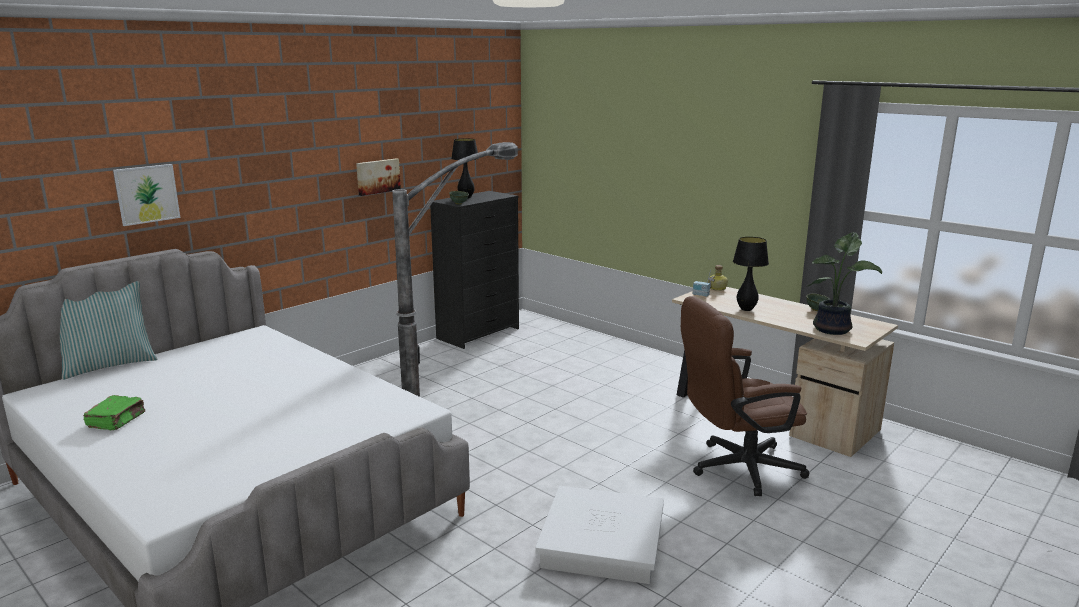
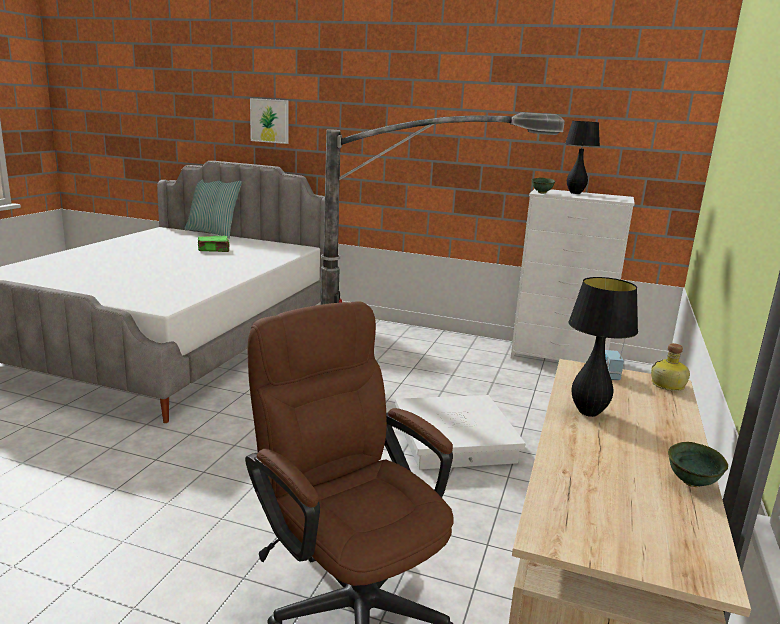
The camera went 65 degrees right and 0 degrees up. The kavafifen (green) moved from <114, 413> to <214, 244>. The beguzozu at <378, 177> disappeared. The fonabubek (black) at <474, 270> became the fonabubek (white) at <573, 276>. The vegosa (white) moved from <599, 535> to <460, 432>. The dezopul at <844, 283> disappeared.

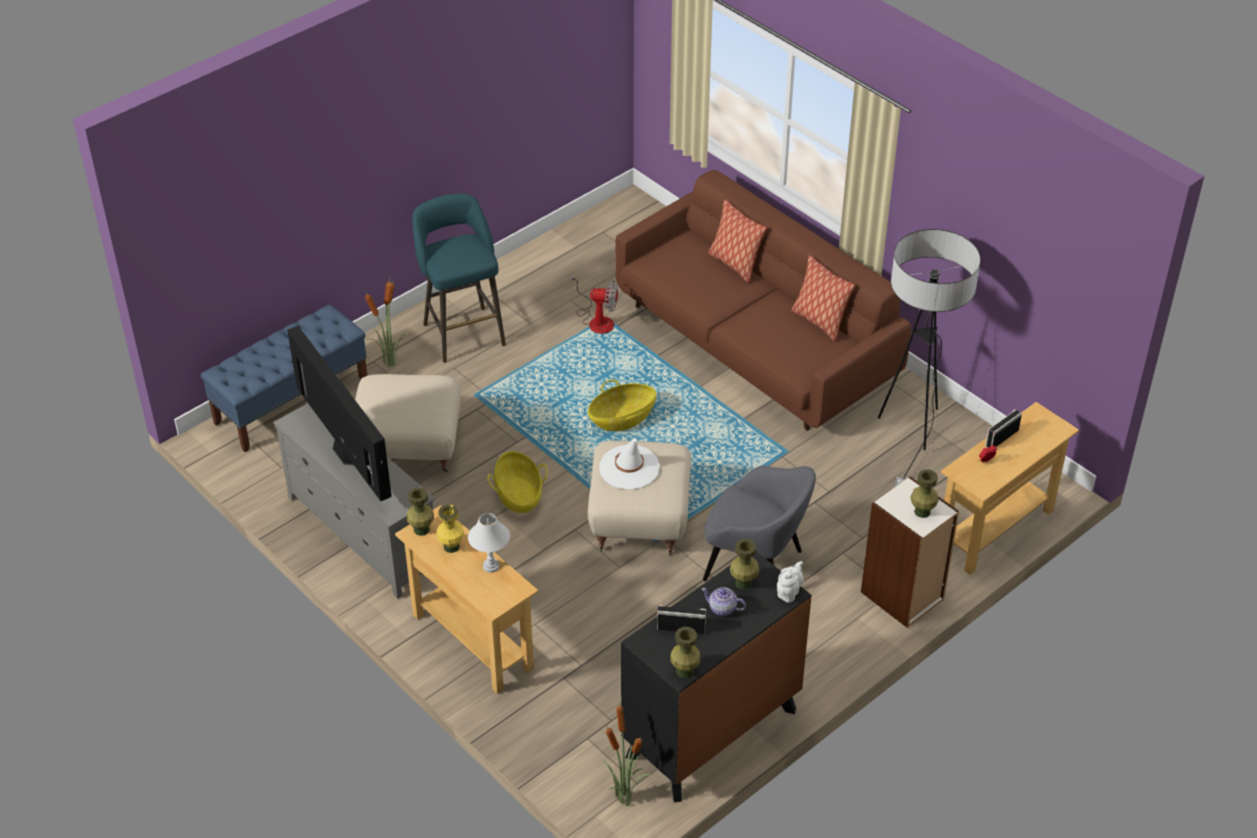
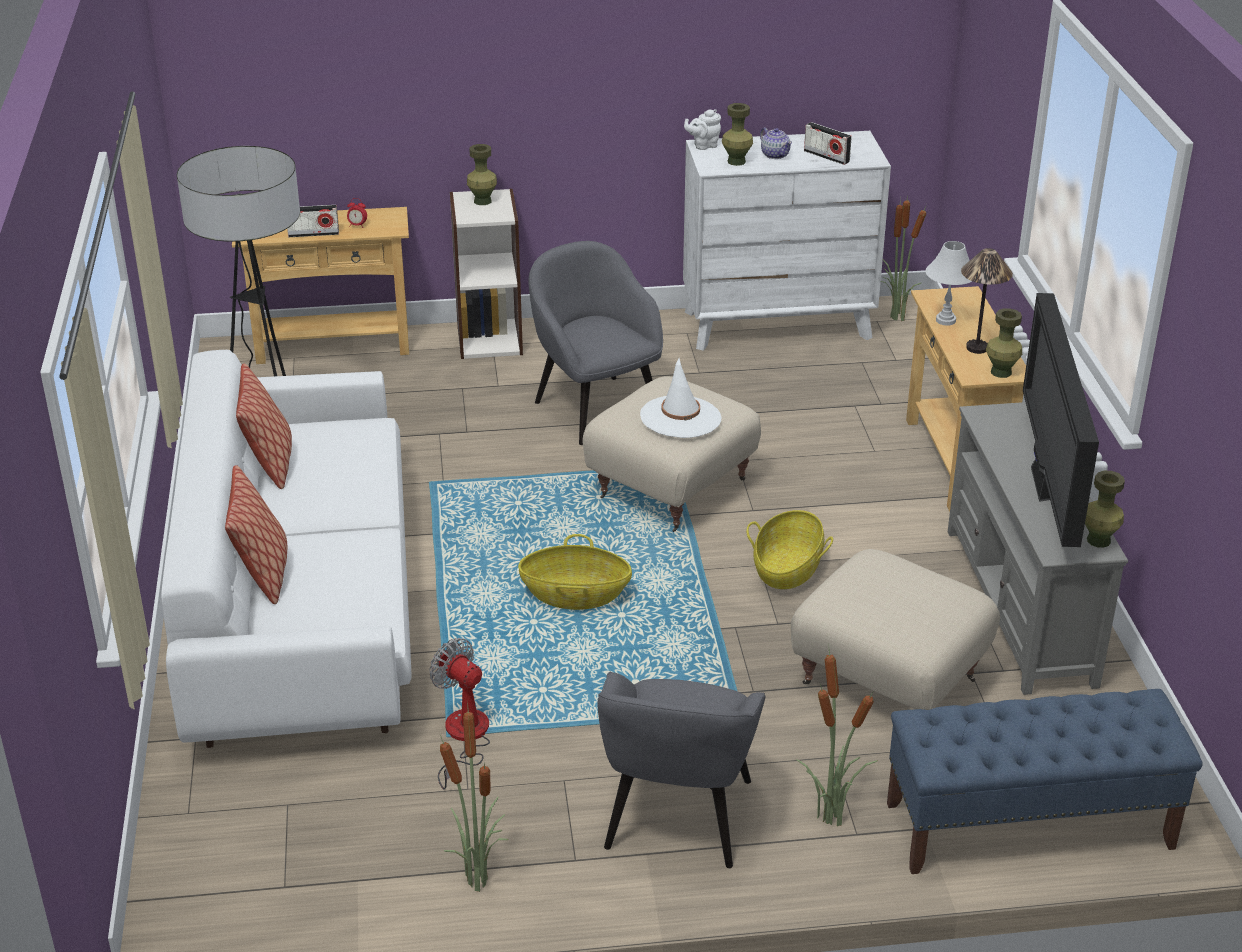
The camera went 145 degrees left and 10 degrees down. The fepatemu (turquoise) at <459, 278> was replaced by the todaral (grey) at <681, 770>. The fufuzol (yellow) at <450, 528> was replaced by the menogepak at <987, 301>. The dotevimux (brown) at <763, 300> became the dotevimux (white) at <286, 549>. The fonabubek (black) at <716, 677> became the fonabubek (white) at <787, 241>. The fufuzol (green) moved from <685, 652> to <1105, 509>. The dezopul at <474, 796> appeared.

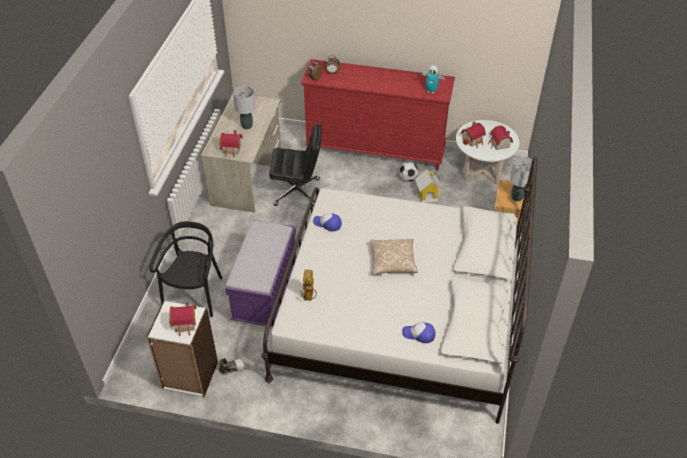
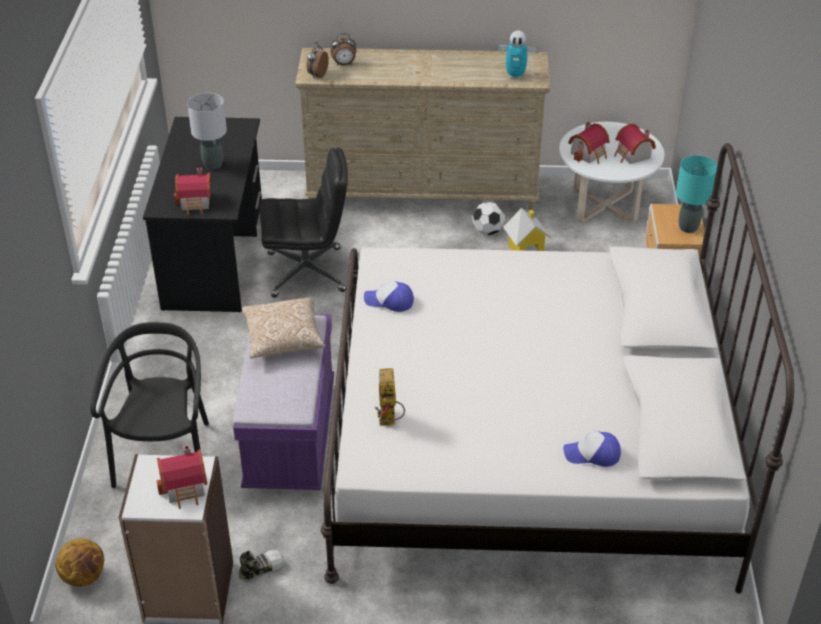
The camera went 10 degrees left and 5 degrees down. The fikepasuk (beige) at <241, 153> became the fikepasuk (black) at <202, 214>. The fonabubek (red) at <378, 115> became the fonabubek (beige) at <422, 130>. The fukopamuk moved from <394, 256> to <283, 328>. The menogepak (grey) at <521, 179> became the menogepak (turquoise) at <696, 194>. The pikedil at <80, 563> appeared.

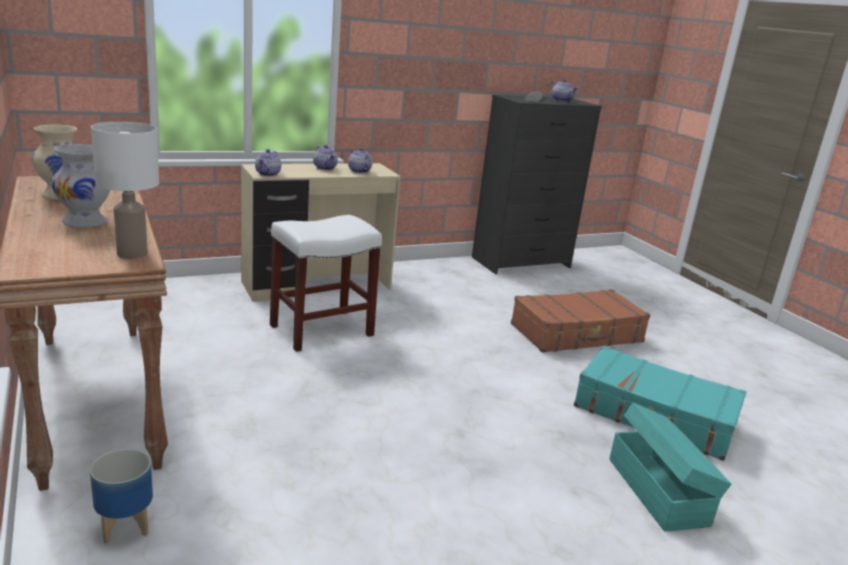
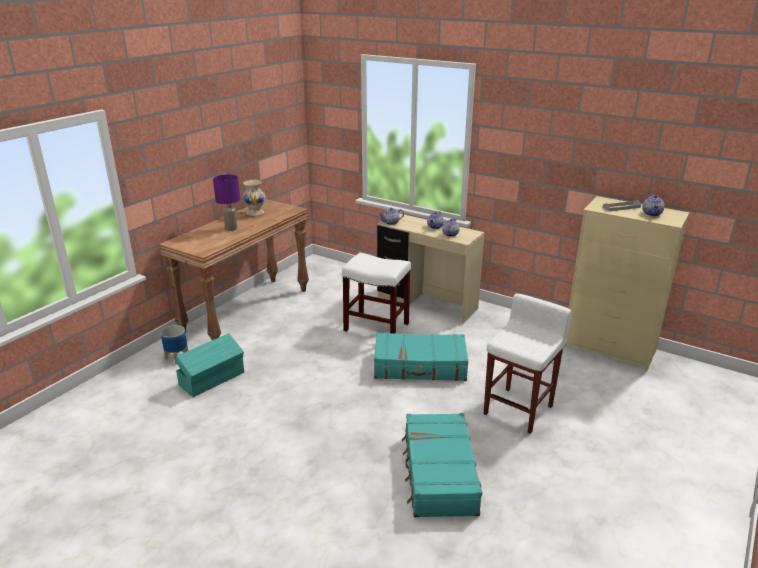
The camera went 60 degrees right and 5 degrees up. The fufuzol (white) at <81, 186> was replaced by the menogepak (purple) at <226, 202>. The menogepak (white) at <125, 190> disappeared. The fonabubek (black) at <537, 184> became the fonabubek (beige) at <627, 284>. The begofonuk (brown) at <580, 321> was replaced by the fepatemu (white) at <528, 364>. The vegosa (turquoise) moved from <670, 467> to <210, 365>. The begofonuk (turquoise) at <421, 356> appeared.

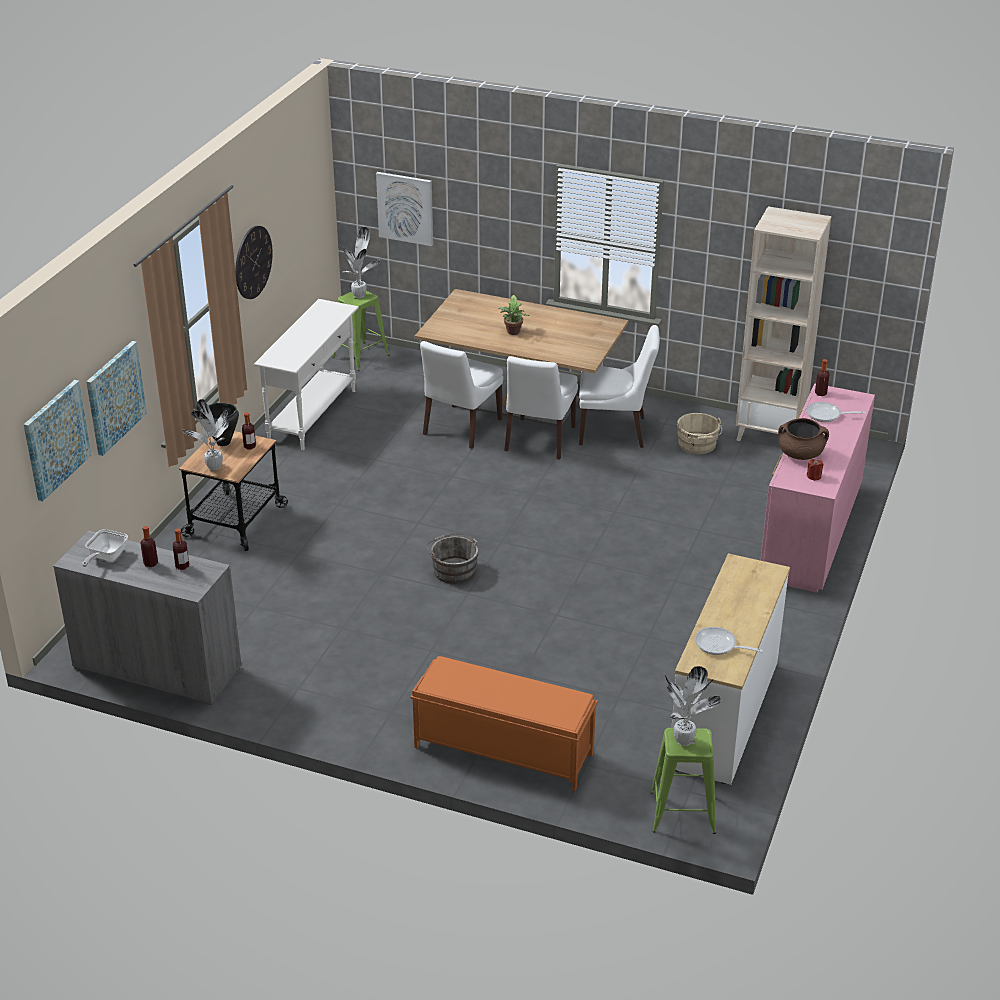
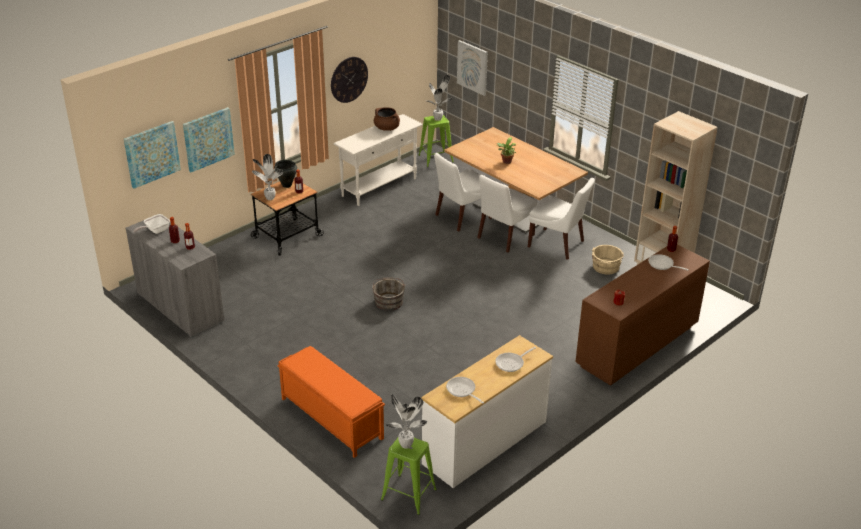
The camera went 25 degrees right and 0 degrees up. The fonabubek (pink) at <817, 488> became the fonabubek (brown) at <642, 315>. The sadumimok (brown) moved from <803, 439> to <387, 119>. The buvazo at <515, 359> appeared.

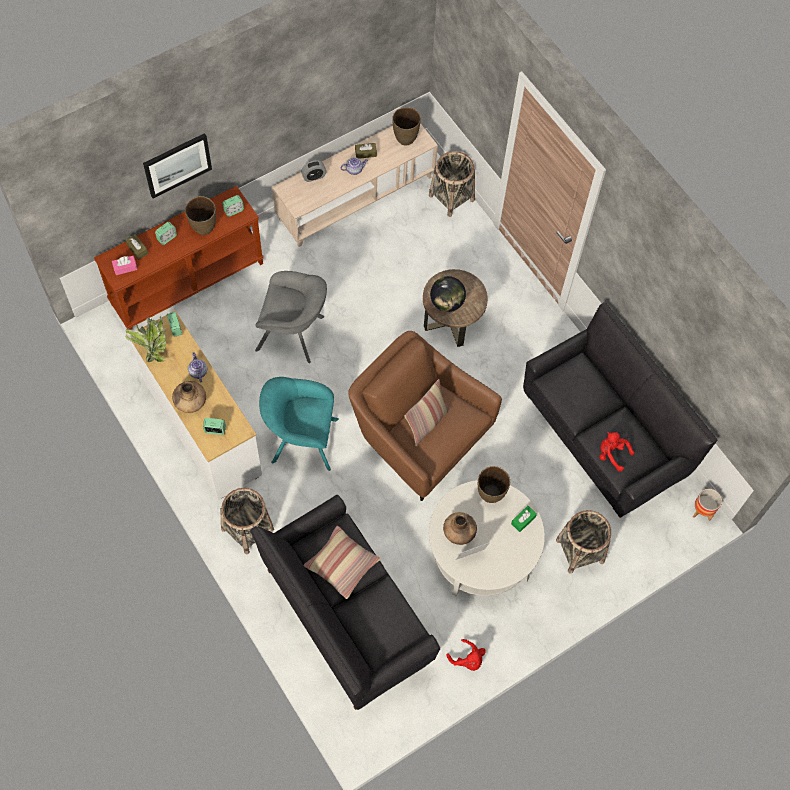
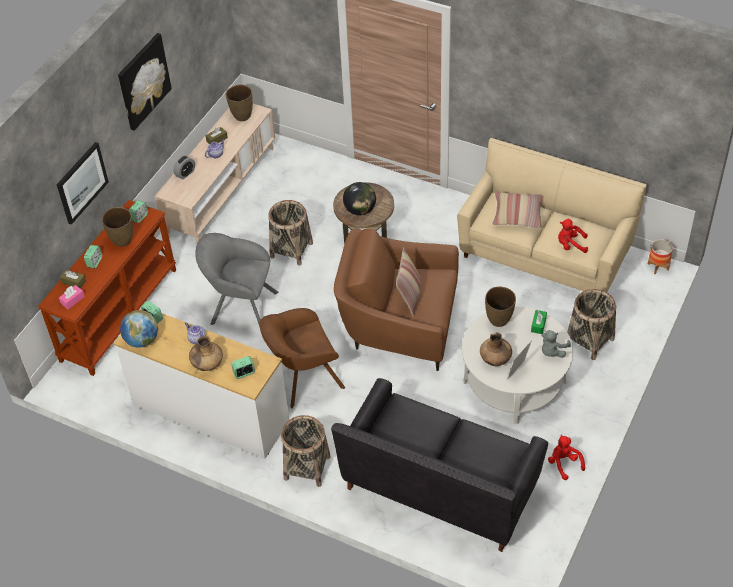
The camera went 25 degrees left and 15 degrees down. The dezopul at <145, 339> was replaced by the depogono at <139, 329>. The todaral (grey) at <291, 317> turned 150 degrees counterclockwise. The todaral (turquoise) at <299, 424> became the todaral (brown) at <302, 358>. The fukopamuk moved from <342, 562> to <518, 209>. The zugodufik moved from <452, 184> to <290, 233>. The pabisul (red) at <466, 655> turned 135 degrees counterclockwise. The dotevimux (black) at <620, 410> became the dotevimux (beige) at <552, 215>. The beguzozu at <145, 82> appeared. The pabisul (grey) at <556, 344> appeared.

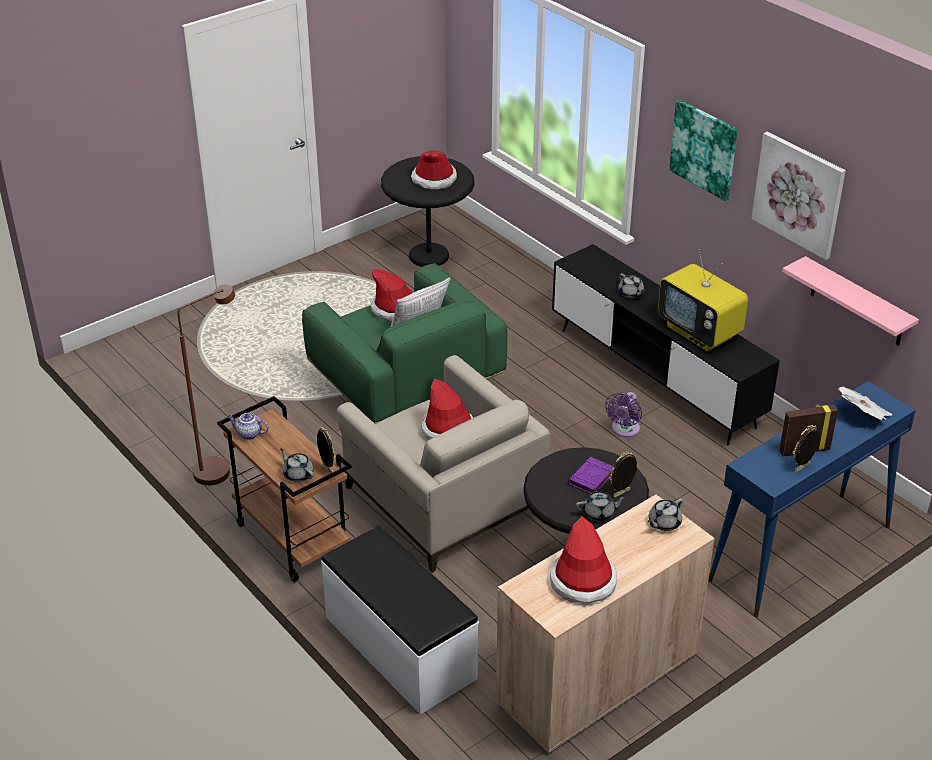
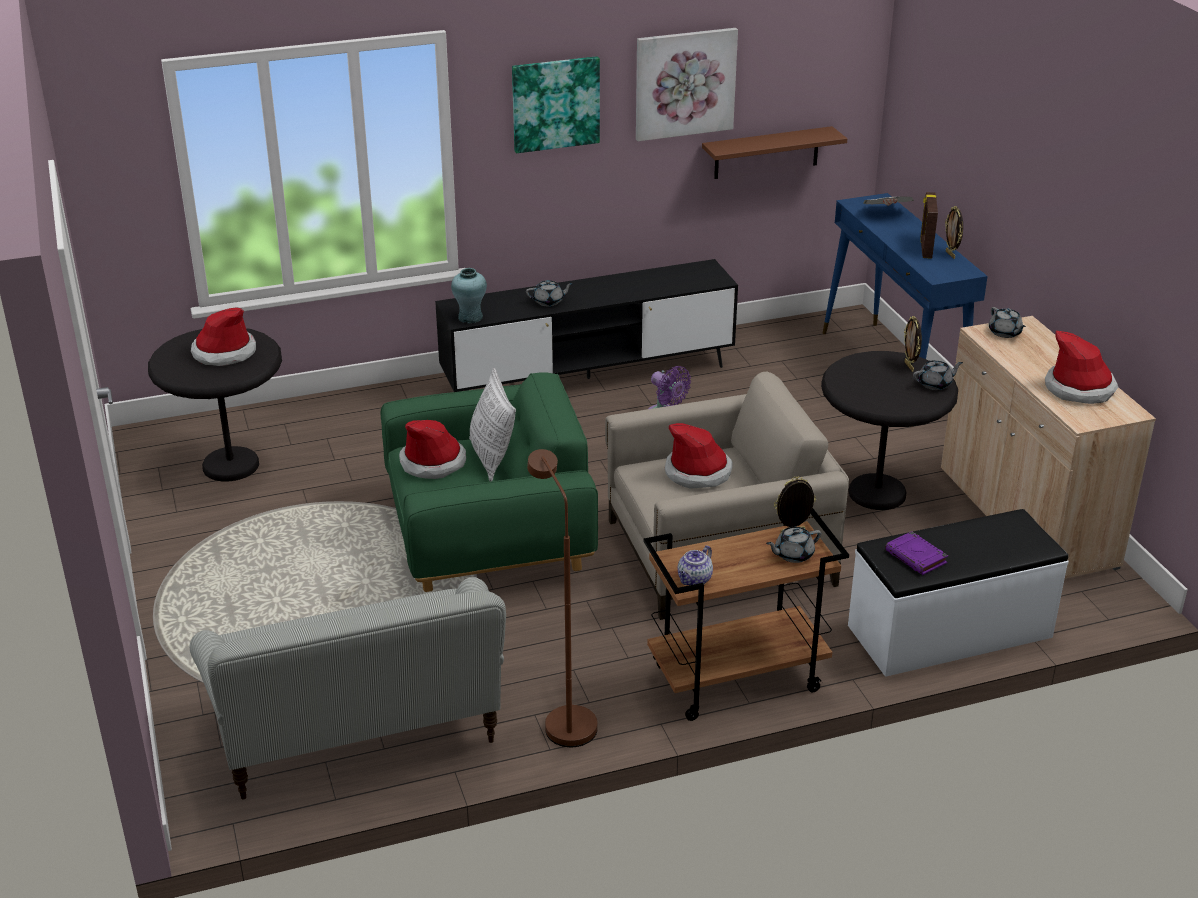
The camera went 70 degrees left and 5 degrees down. The kavafifen (purple) moved from <591, 475> to <916, 553>. The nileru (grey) at <601, 506> turned 60 degrees clockwise. The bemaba at <703, 300> disappeared. The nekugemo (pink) at <850, 301> became the nekugemo (brown) at <774, 152>. The dotevimux at <347, 688> appeared. The fufuzol (turquoise) at <469, 296> appeared.

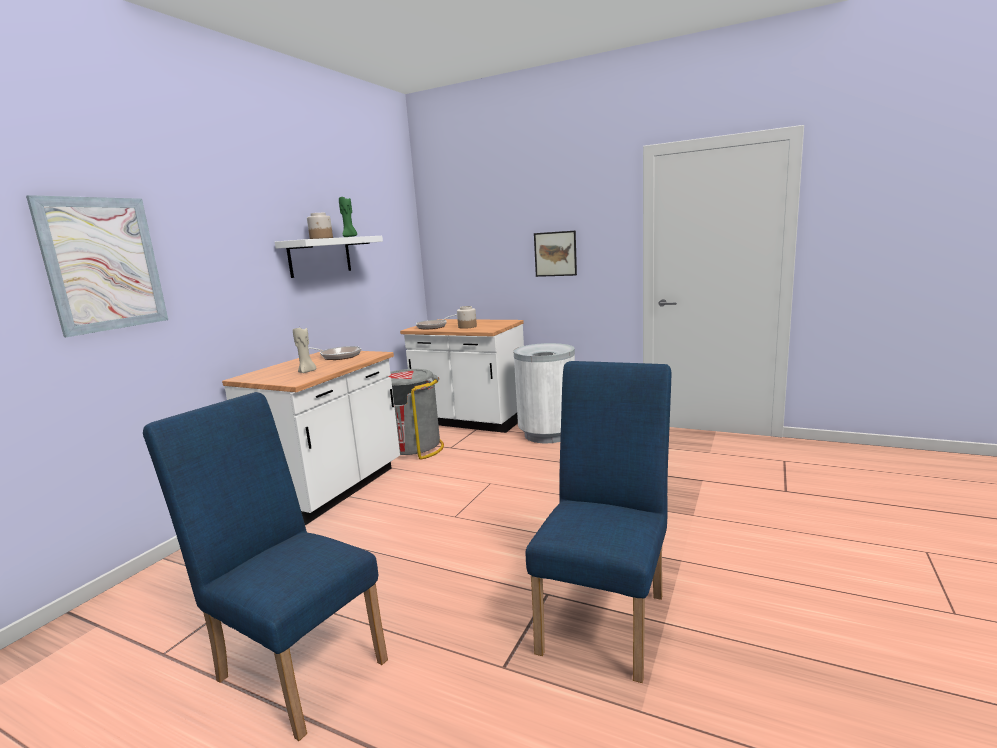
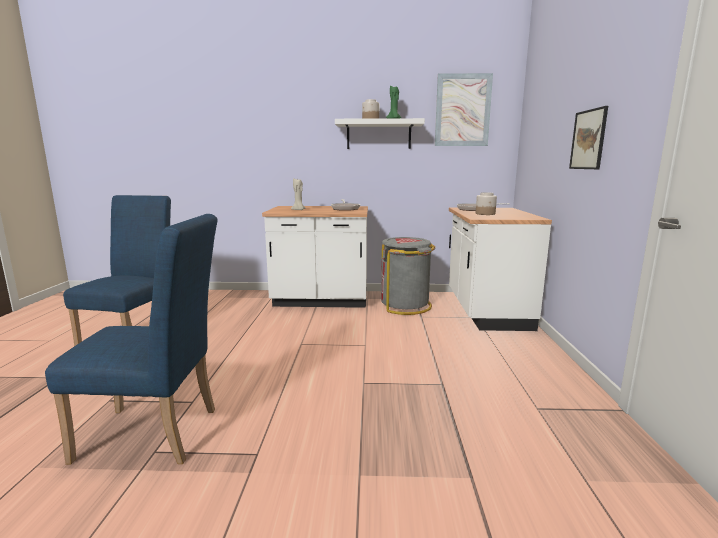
The camera went 65 degrees right and 0 degrees up. The beguzozu moved from <97, 266> to <464, 109>. The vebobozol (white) at <544, 393> disappeared.

